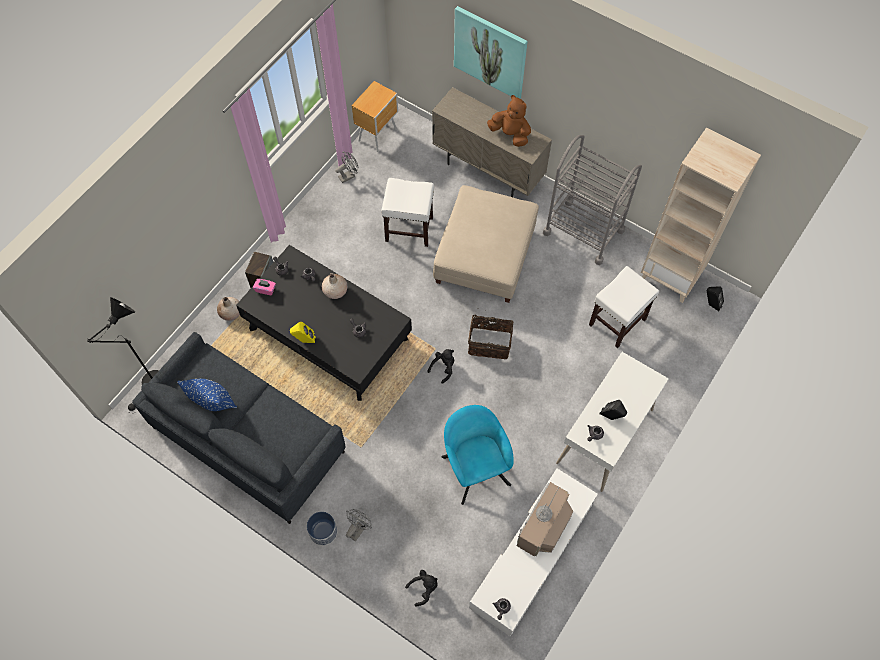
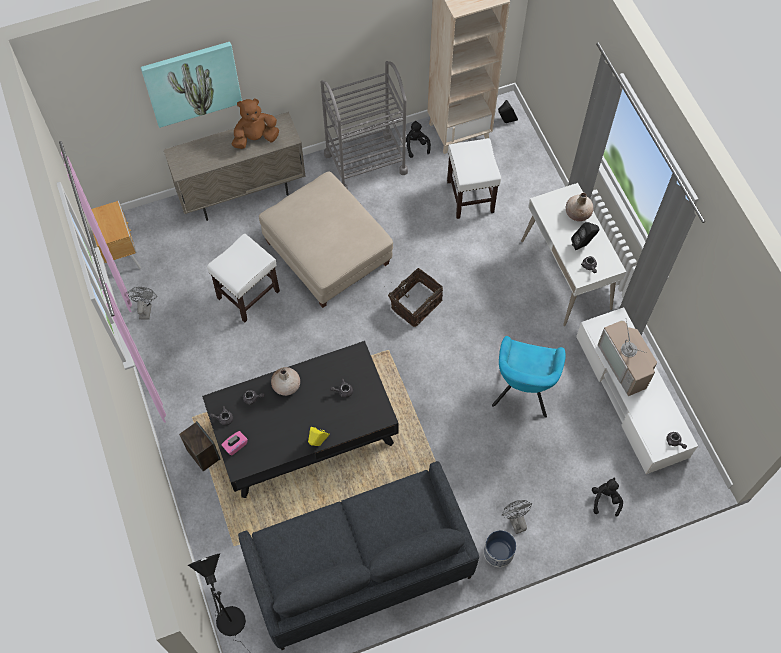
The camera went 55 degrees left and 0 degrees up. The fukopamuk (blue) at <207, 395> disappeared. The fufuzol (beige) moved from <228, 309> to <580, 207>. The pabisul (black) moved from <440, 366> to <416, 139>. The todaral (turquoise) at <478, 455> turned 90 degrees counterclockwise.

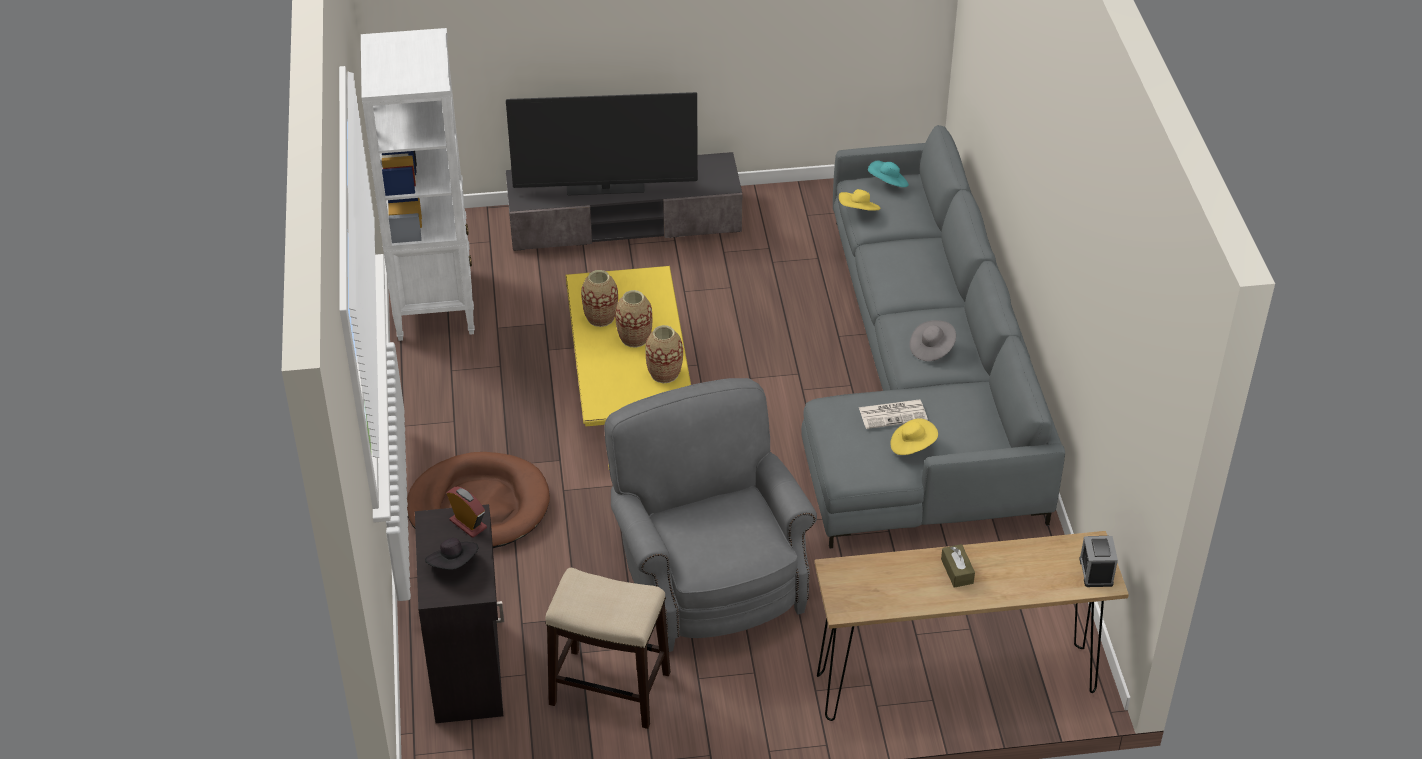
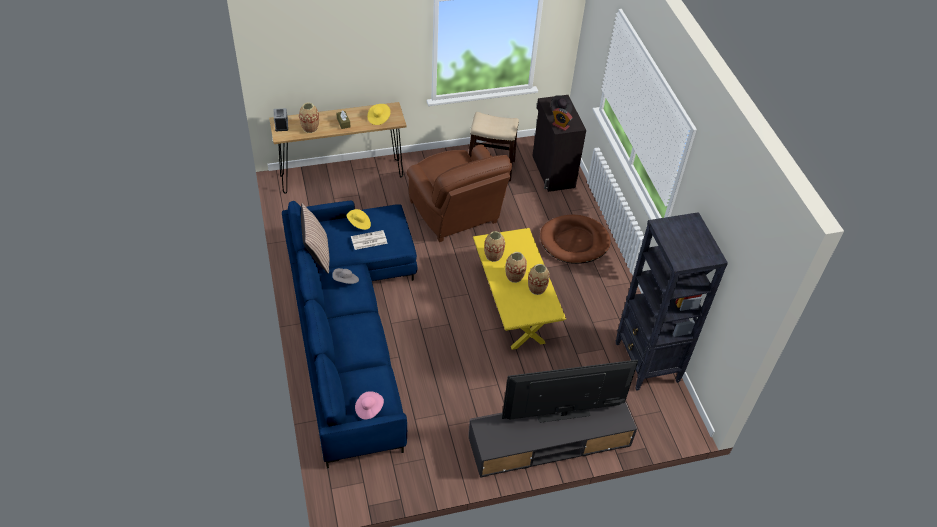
The camera went 170 degrees right and 5 degrees up. The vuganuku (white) at <418, 184> became the vuganuku (black) at <672, 301>. The todaral (grey) at <710, 515> became the todaral (brown) at <459, 193>. The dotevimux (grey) at <933, 336> became the dotevimux (blue) at <350, 334>. The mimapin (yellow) moved from <859, 200> to <379, 114>. The mimapin (turquoise) at <888, 173> became the mimapin (pink) at <369, 405>. The fufuzol at <309, 117> appeared. The fukopamuk at <315, 238> appeared.

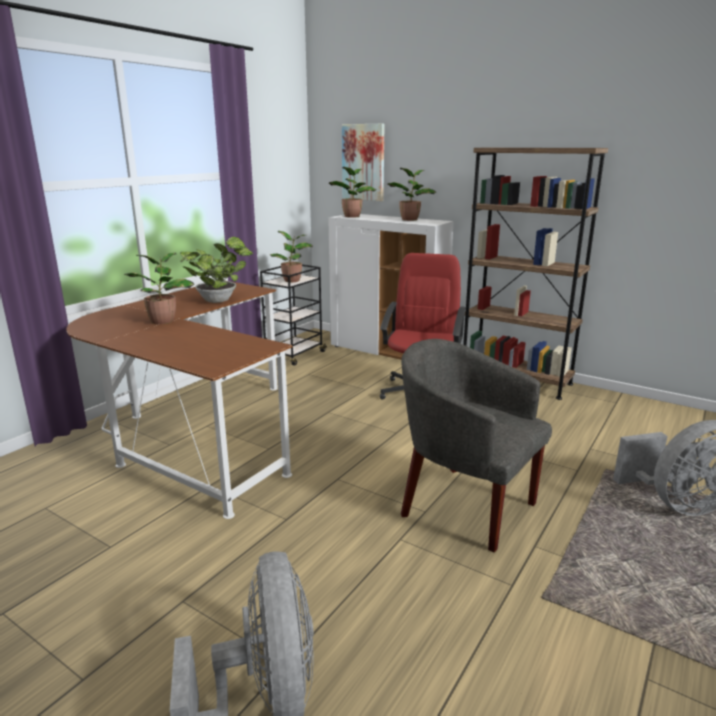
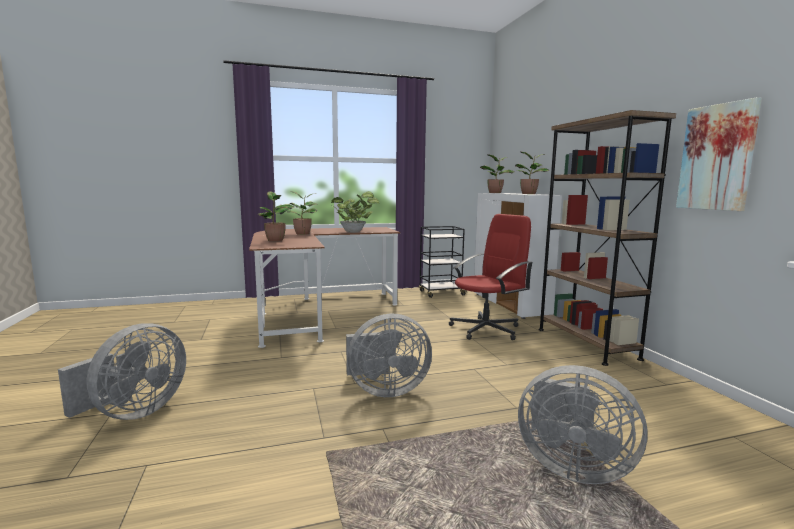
The camera went 40 degrees right and 10 degrees down. The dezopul moved from <291, 256> to <276, 216>. The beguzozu moved from <363, 162> to <719, 154>. The todaral (grey) at <476, 445> was replaced by the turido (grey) at <389, 355>.

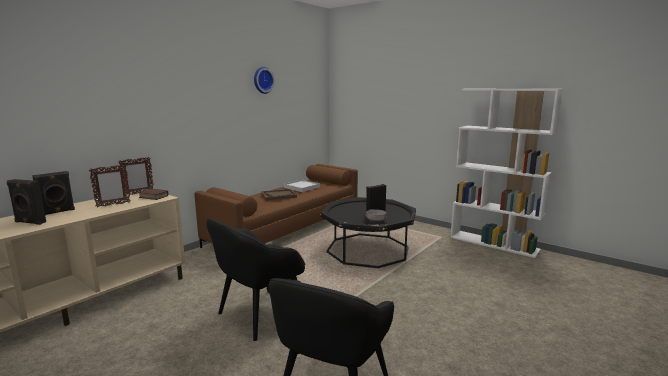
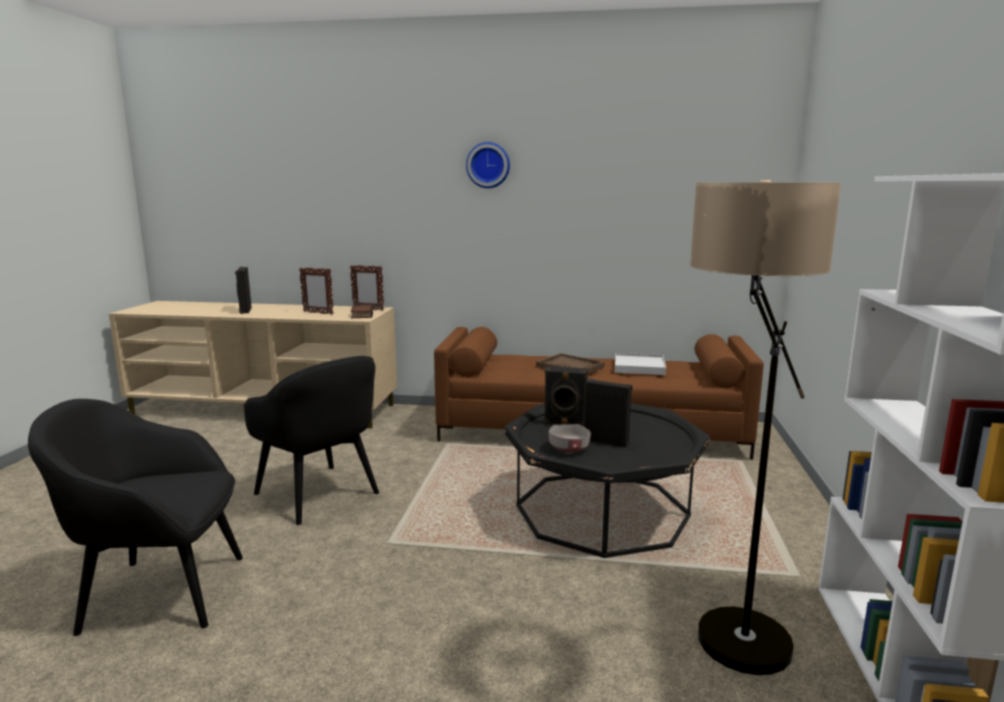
The camera went 60 degrees right and 0 degrees up. The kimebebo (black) moved from <53, 193> to <566, 396>. The todaral (black) at <255, 279> turned 150 degrees counterclockwise. The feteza moved from <264, 80> to <488, 165>. The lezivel at <766, 427> appeared.

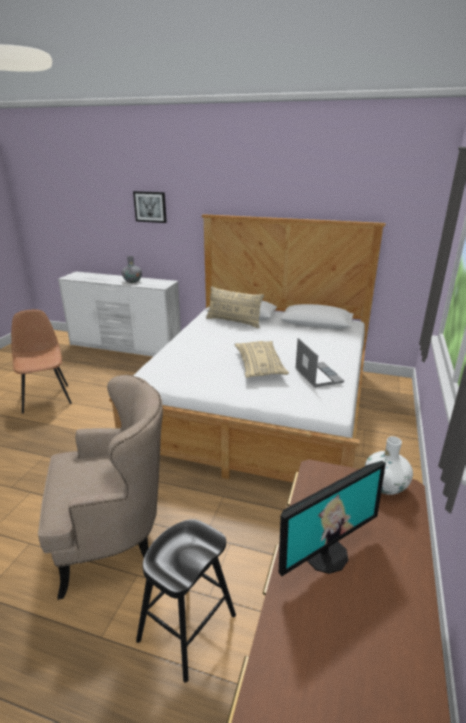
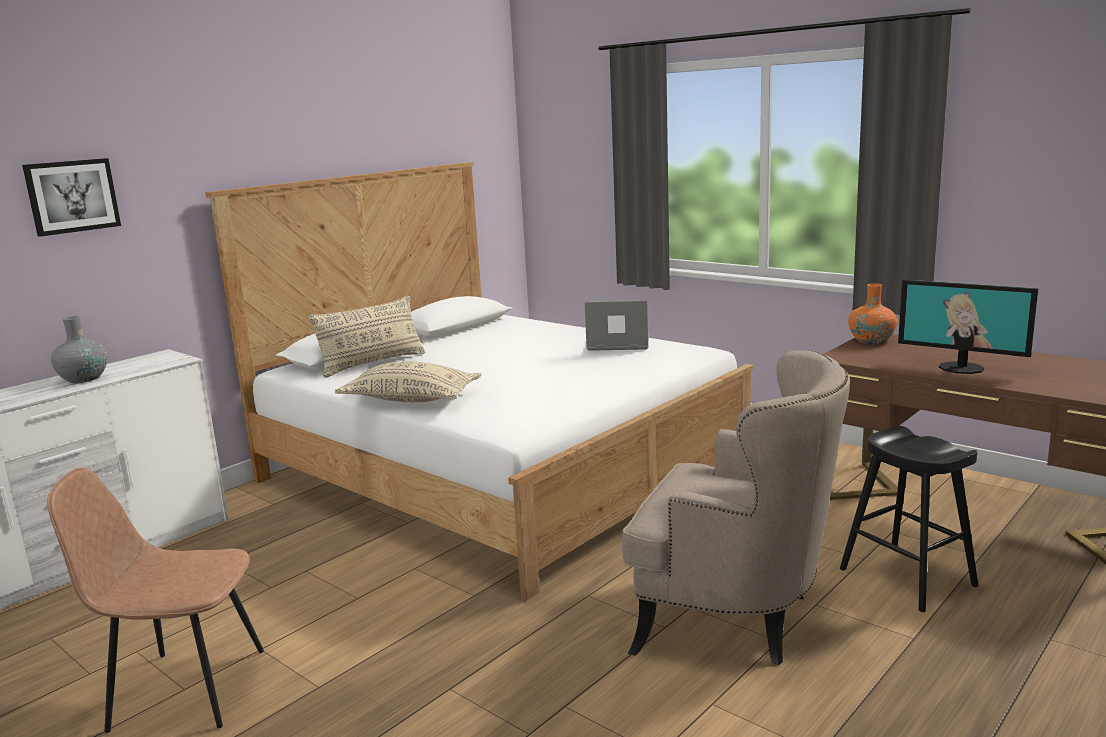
The camera went 65 degrees left and 10 degrees down. The todaral (beige) at <100, 487> turned 105 degrees clockwise. The fukopamuk (beige) moved from <262, 359> to <408, 381>. The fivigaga at <332, 518> turned 135 degrees clockwise. The fufuzol (white) at <389, 465> became the fufuzol (orange) at <872, 313>.

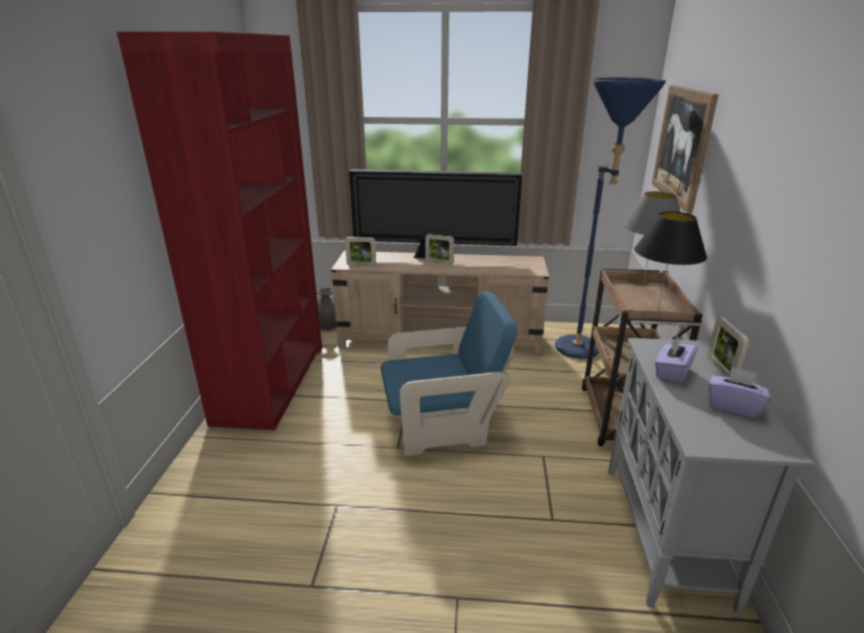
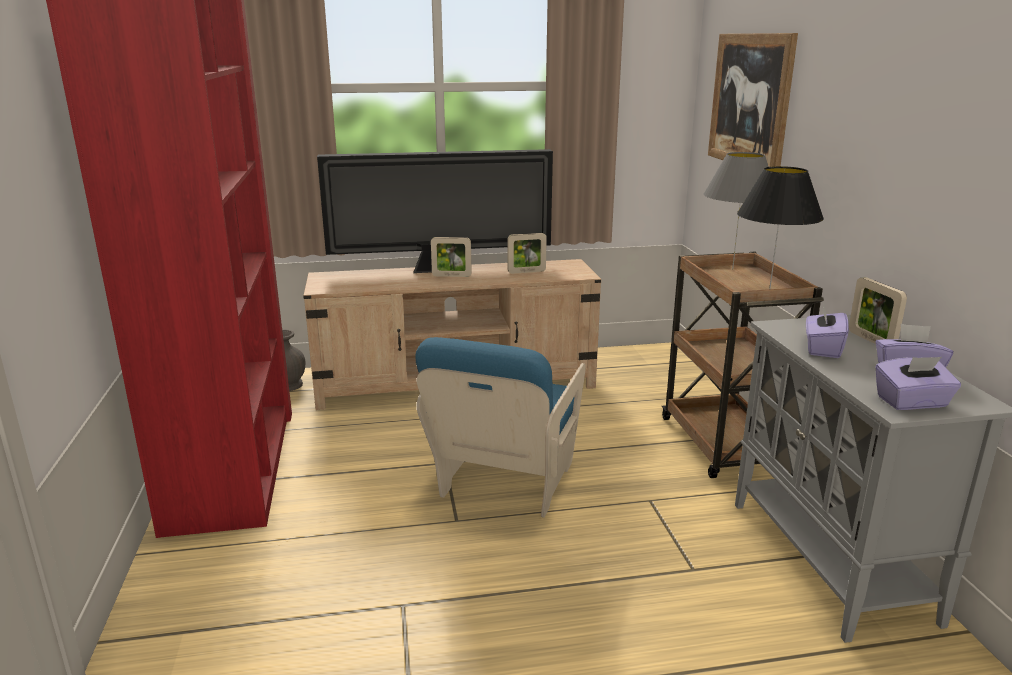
The camera went 15 degrees left and 5 degrees down. The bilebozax moved from <360, 251> to <527, 253>. The todaral (blue) at <449, 373> turned 135 degrees clockwise. The lezivel (blue) at <610, 218> disappeared. The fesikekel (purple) at <918, 383> appeared.

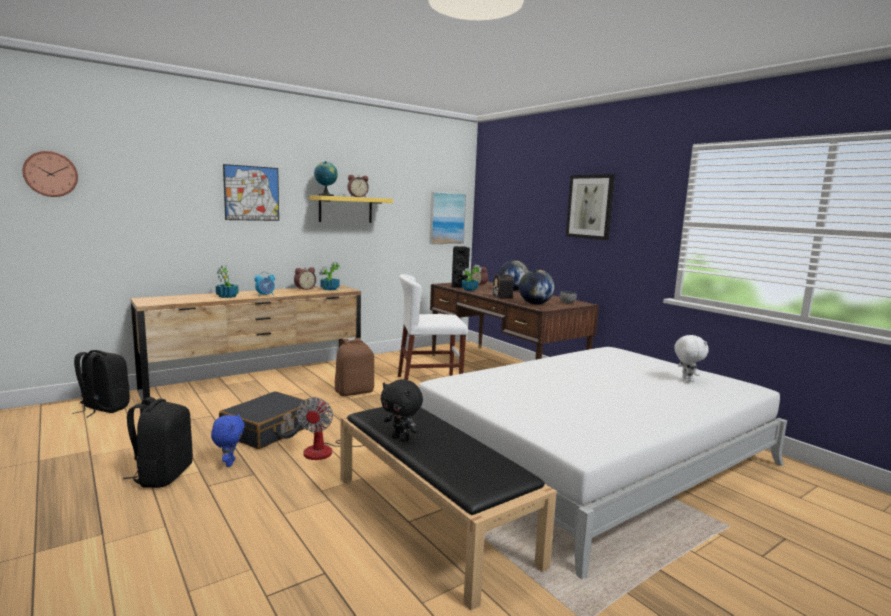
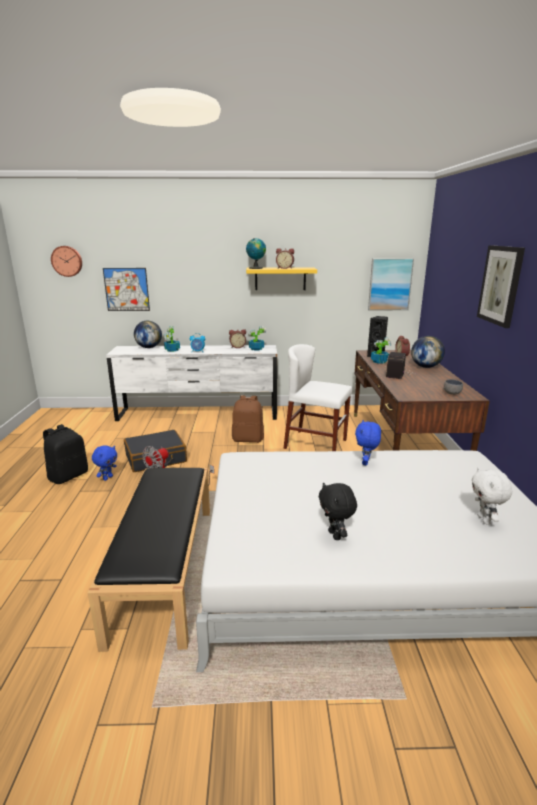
The camera went 35 degrees right and 10 degrees up. The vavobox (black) at <101, 383> disappeared. The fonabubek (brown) at <245, 345> became the fonabubek (white) at <191, 383>. The beguzozu moved from <251, 192> to <126, 289>. The pabisul (black) moved from <401, 410> to <338, 511>. The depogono moved from <537, 287> to <148, 334>. The pabisul (white) at <691, 358> turned 150 degrees clockwise. The pabisul (blue) at <368, 442> appeared.

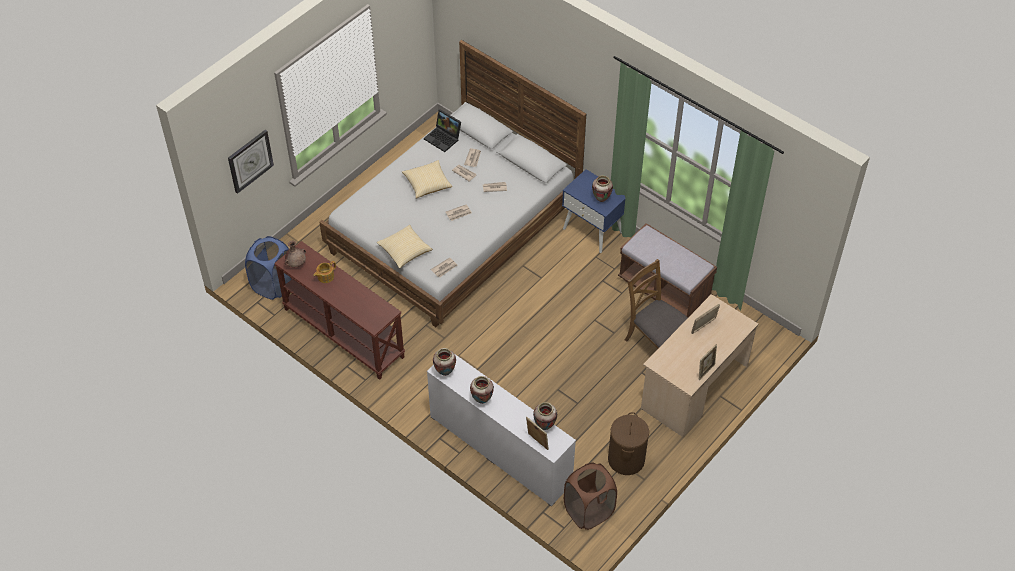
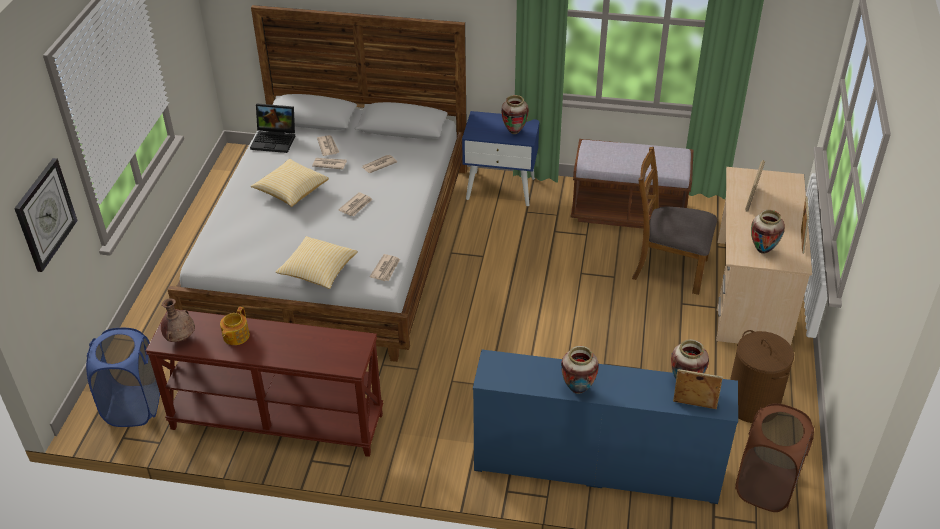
The camera went 30 degrees left and 10 degrees down. The fonabubek (white) at <501, 430> became the fonabubek (blue) at <605, 427>. The fufuzol moved from <444, 362> to <768, 232>.

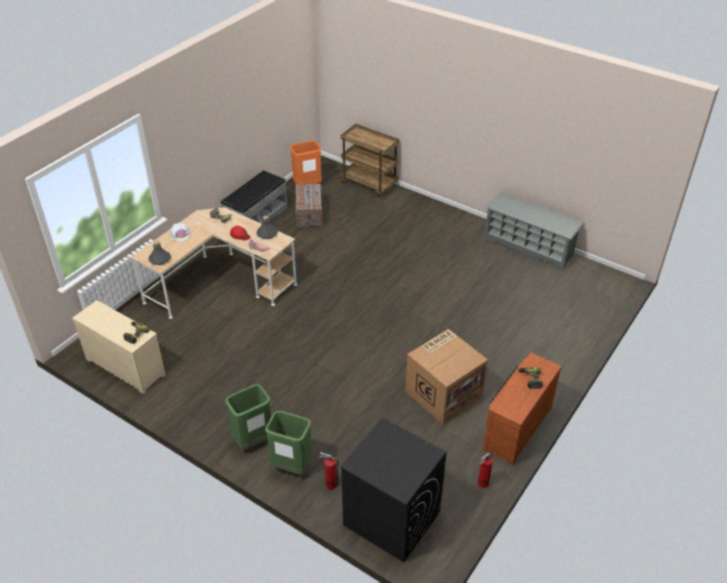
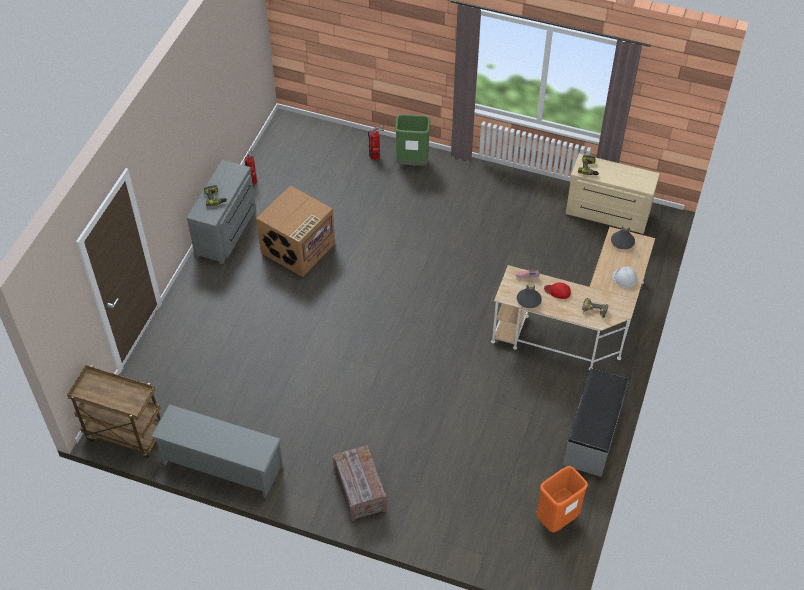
The camera went 165 degrees right and 10 degrees up. The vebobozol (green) at <248, 417> disappeared. The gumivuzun moved from <309, 206> to <360, 483>. The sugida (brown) moved from <369, 160> to <114, 412>. The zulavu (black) at <393, 490> disappeared. The fonabubek (brown) at <522, 409> became the fonabubek (grey) at <221, 212>.

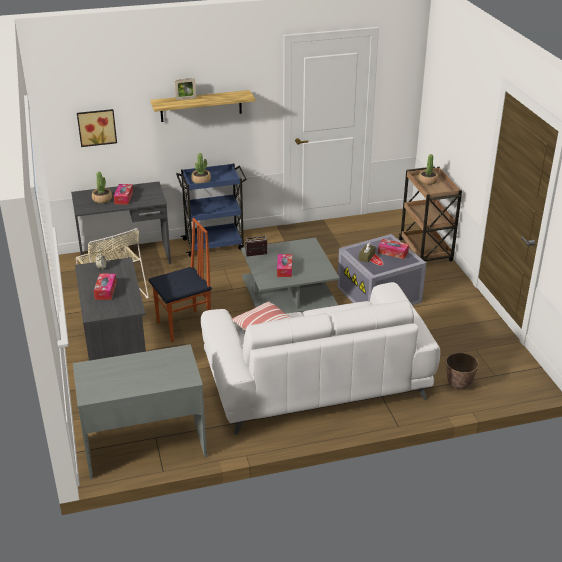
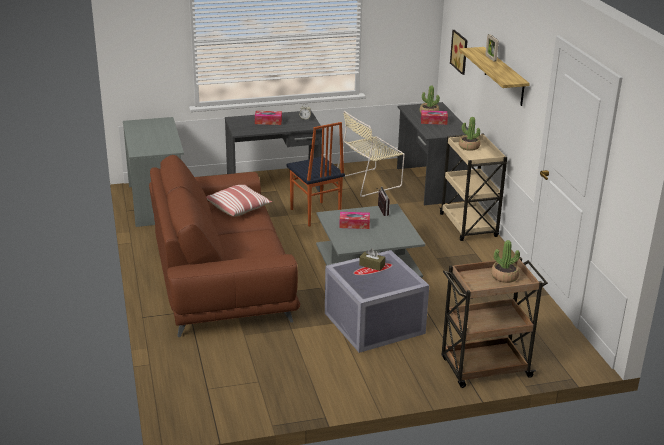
The camera went 90 degrees right and 5 degrees down. The sugida (blue) at <211, 210> became the sugida (beige) at <473, 187>. The dotevimux (white) at <320, 358> became the dotevimux (brown) at <225, 246>. The fesikekel at <393, 249> disappeared. The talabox at <462, 371> disappeared.

